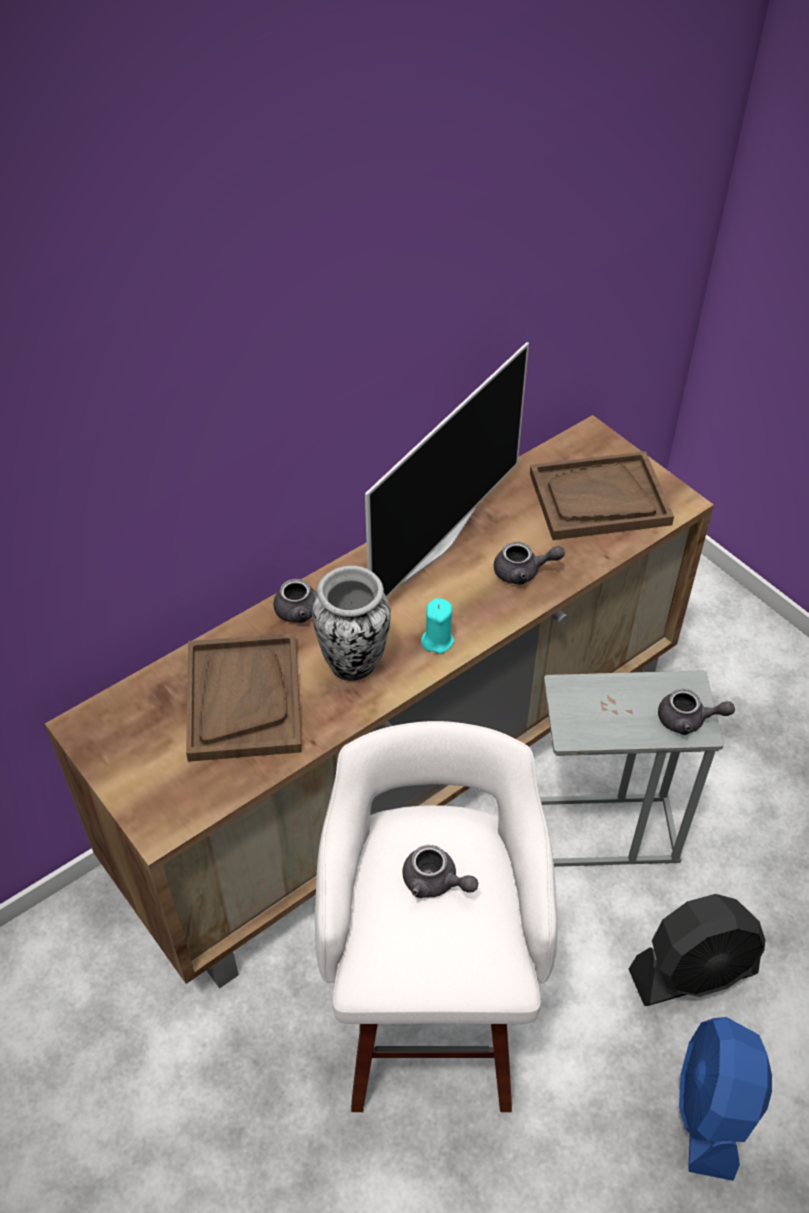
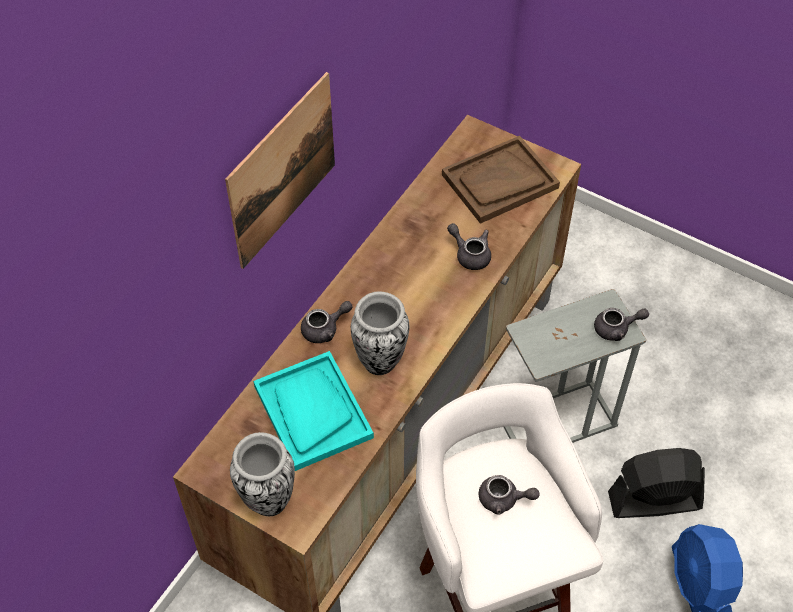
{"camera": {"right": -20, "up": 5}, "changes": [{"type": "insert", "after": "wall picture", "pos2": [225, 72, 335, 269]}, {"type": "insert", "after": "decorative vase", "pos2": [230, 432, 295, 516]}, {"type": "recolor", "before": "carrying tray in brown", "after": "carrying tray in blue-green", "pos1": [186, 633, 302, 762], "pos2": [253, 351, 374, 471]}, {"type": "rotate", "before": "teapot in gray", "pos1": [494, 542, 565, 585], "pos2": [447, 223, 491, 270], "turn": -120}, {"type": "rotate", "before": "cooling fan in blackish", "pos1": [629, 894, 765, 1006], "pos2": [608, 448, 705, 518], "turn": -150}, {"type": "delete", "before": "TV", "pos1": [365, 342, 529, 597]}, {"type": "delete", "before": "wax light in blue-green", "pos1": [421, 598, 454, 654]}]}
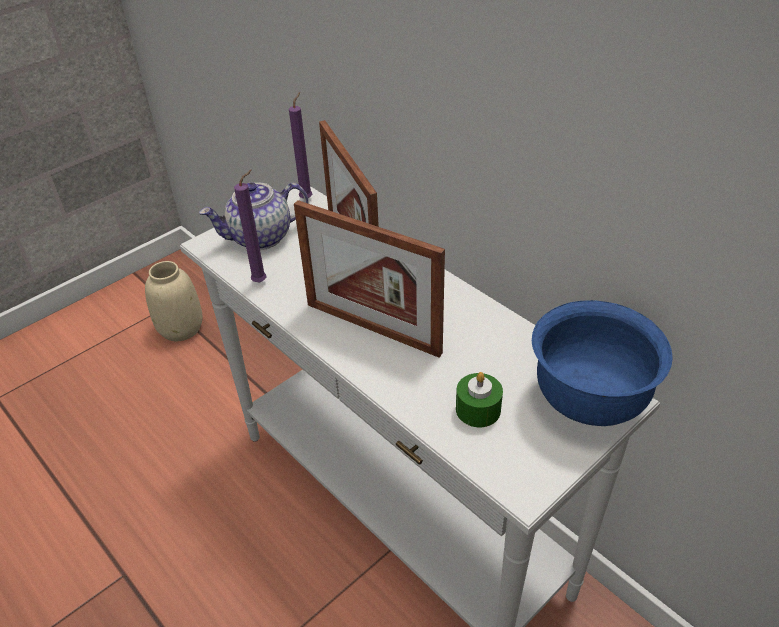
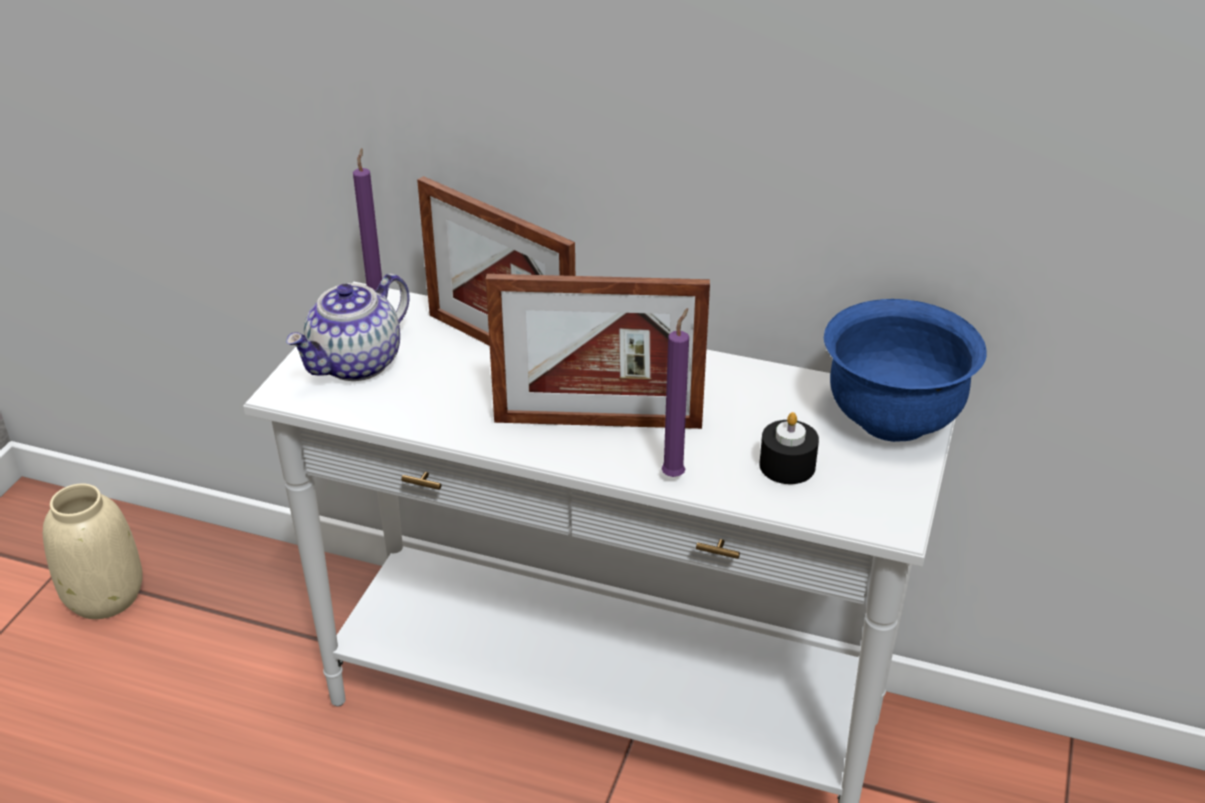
{"camera": {"right": -30, "up": -5}, "changes": [{"type": "move", "before": "wax light in purple-coloured", "pos1": [234, 169, 266, 282], "pos2": [661, 308, 689, 477]}, {"type": "recolor", "before": "wax light in green-coloured", "after": "wax light in blackish", "pos1": [456, 372, 503, 427], "pos2": [759, 412, 819, 484]}]}
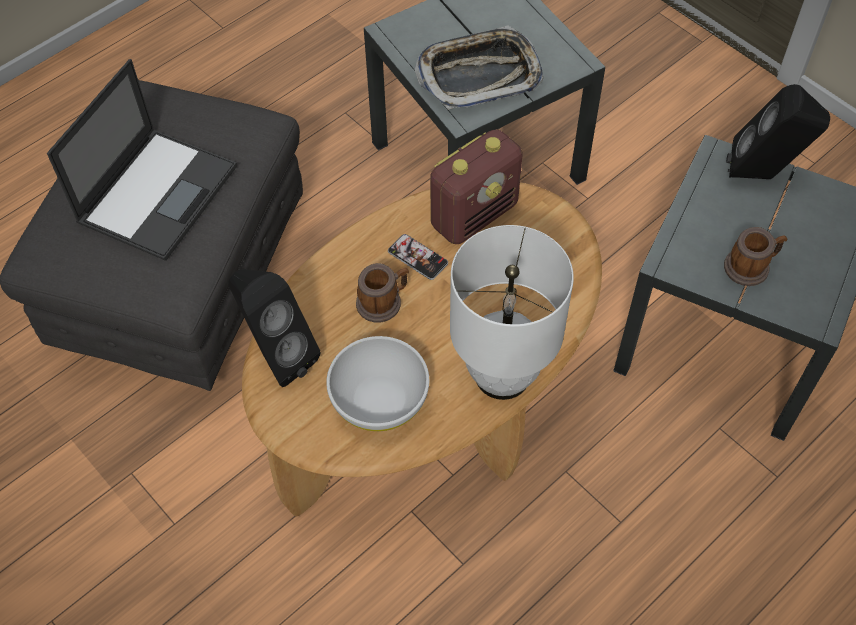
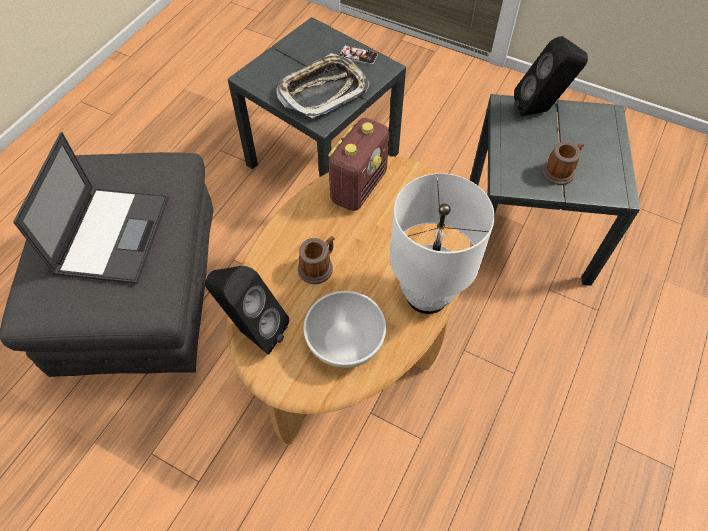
{"camera": {"right": -20, "up": 0}, "changes": [{"type": "move", "before": "phone", "pos1": [388, 234, 448, 280], "pos2": [339, 45, 378, 65]}]}
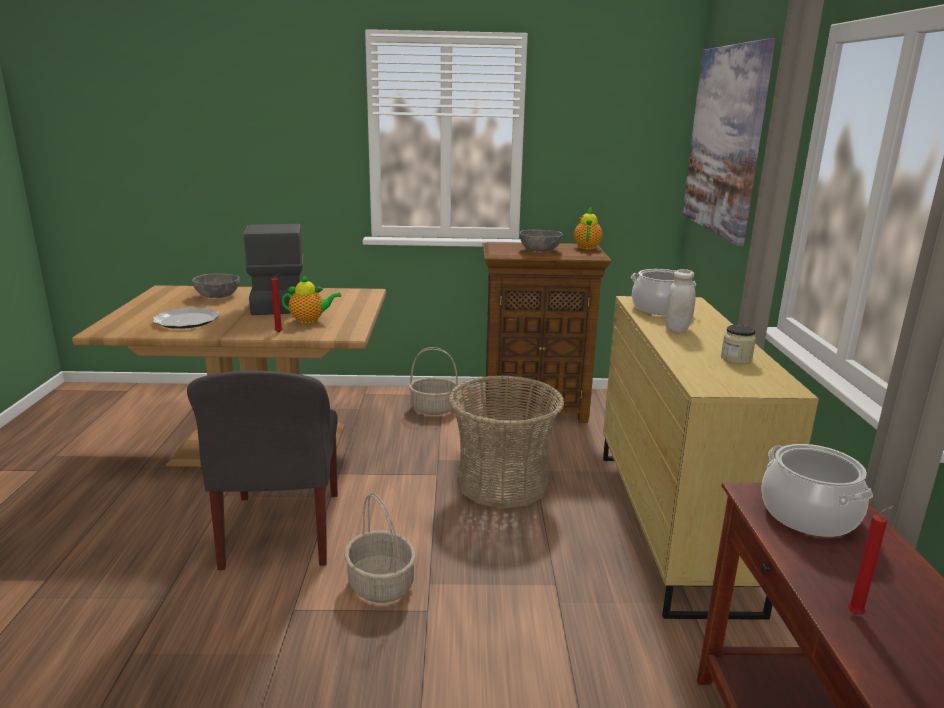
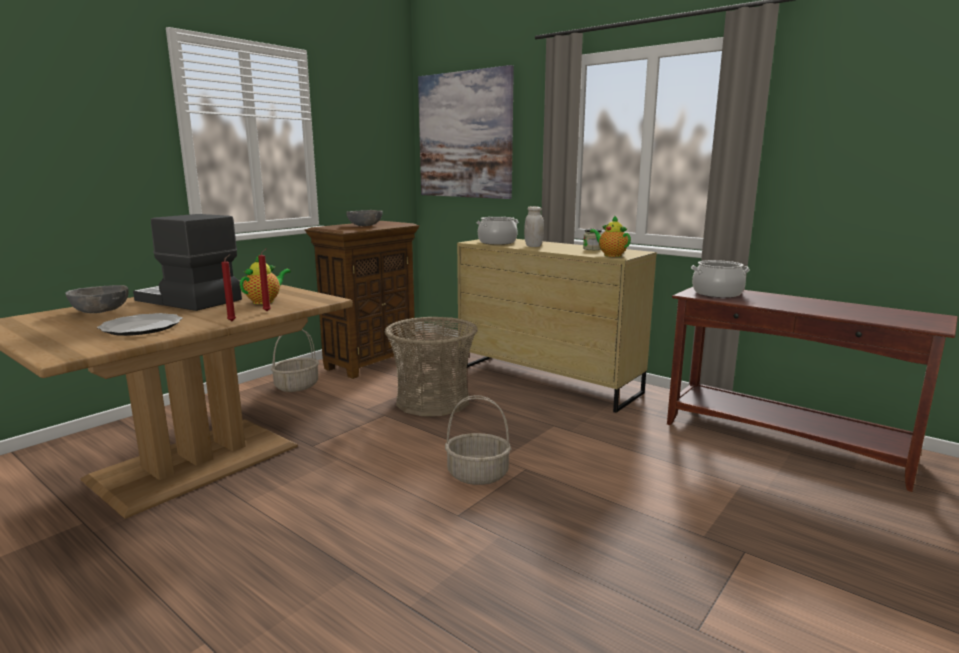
{"camera": {"right": -50, "up": -5}, "changes": [{"type": "move", "before": "wax light in red", "pos1": [848, 506, 895, 615], "pos2": [221, 254, 236, 321]}, {"type": "move", "before": "teapot", "pos1": [574, 207, 602, 249], "pos2": [590, 215, 631, 257]}, {"type": "delete", "before": "plain chair in gray", "pos1": [187, 371, 338, 570]}]}
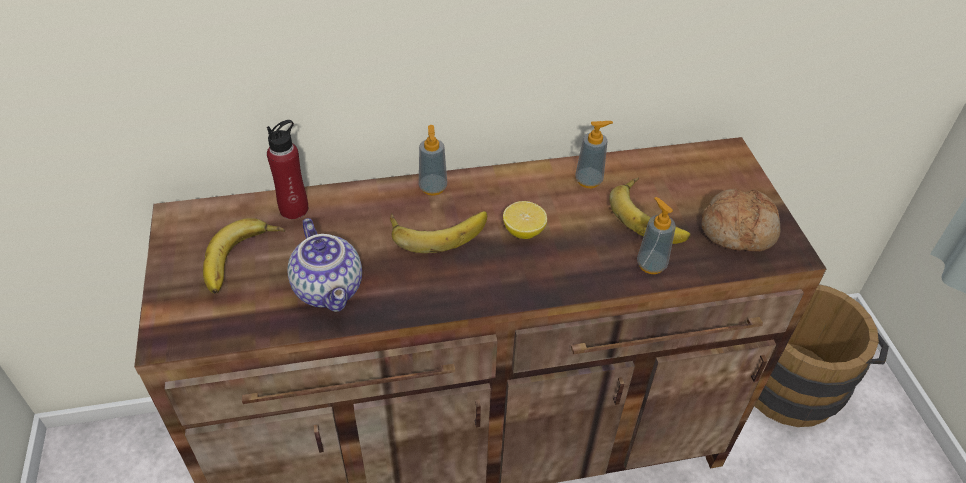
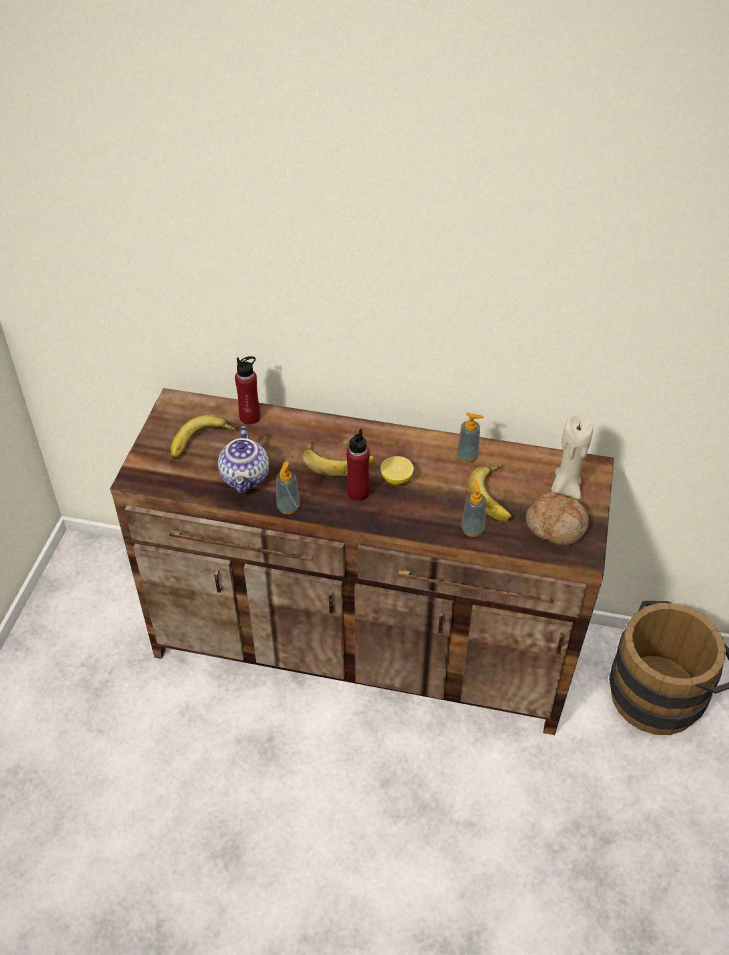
{"camera": {"right": 25, "up": 0}, "changes": [{"type": "move", "before": "liquid soap bottle", "pos1": [419, 125, 447, 196], "pos2": [276, 461, 300, 514]}, {"type": "insert", "after": "bottle in red", "pos2": [346, 429, 370, 501]}, {"type": "insert", "after": "wax light in beige-coloured", "pos2": [551, 414, 593, 500]}]}
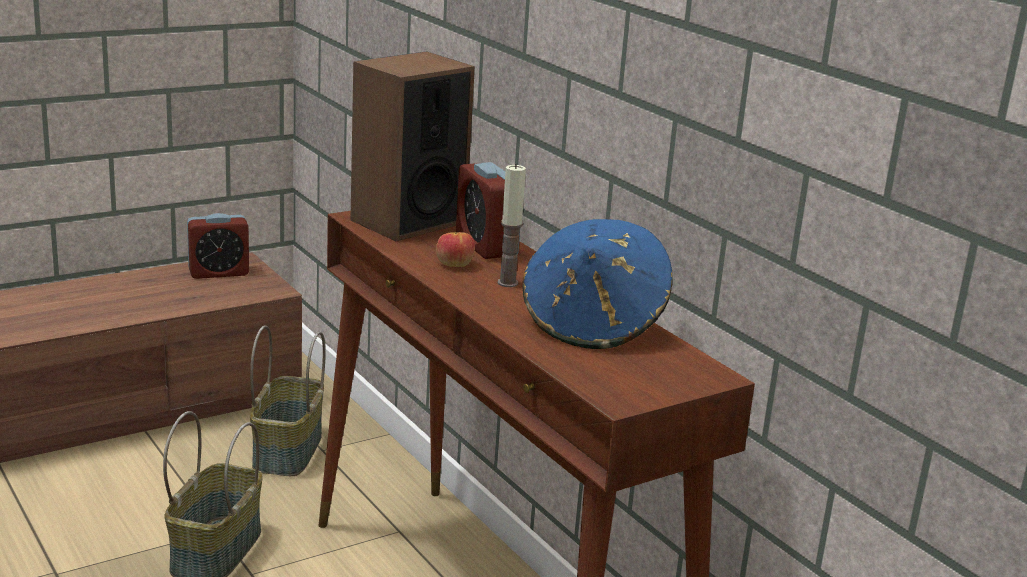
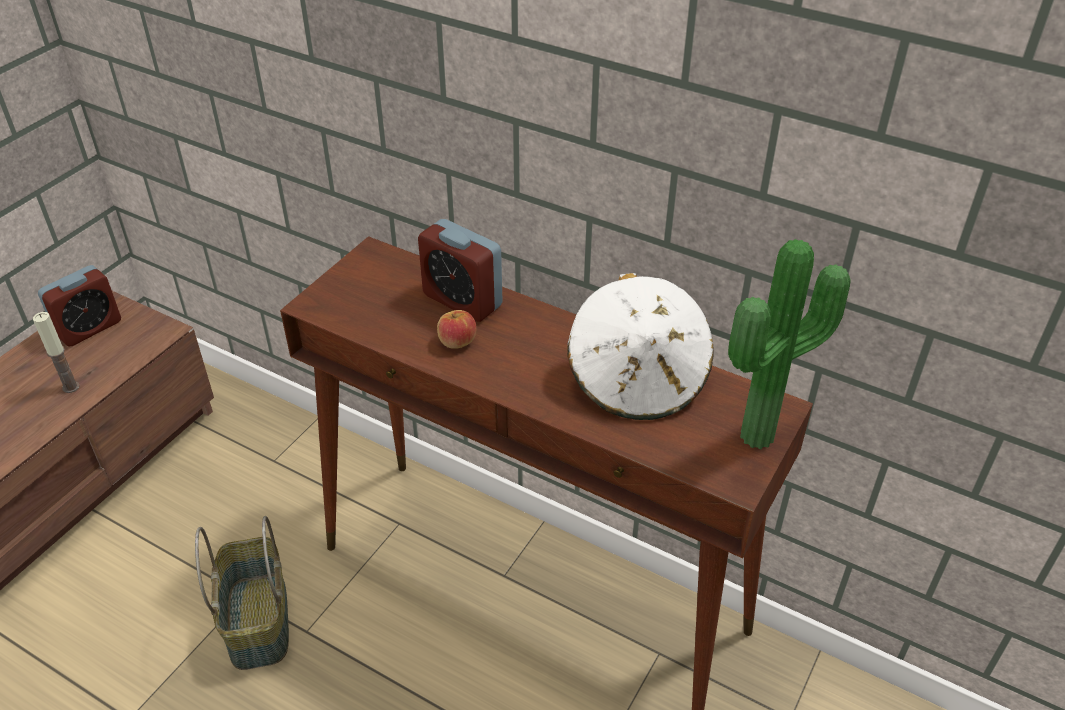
{"camera": {"right": -25, "up": 20}, "changes": [{"type": "move", "before": "wax light", "pos1": [497, 164, 526, 287], "pos2": [33, 312, 80, 393]}, {"type": "recolor", "before": "clothing hat in blue-coloured", "after": "clothing hat in white-coloured", "pos1": [522, 219, 673, 349], "pos2": [567, 273, 714, 420]}, {"type": "insert", "after": "houseplant", "pos2": [728, 239, 851, 449]}, {"type": "delete", "before": "household basket", "pos1": [250, 326, 326, 476]}, {"type": "delete", "before": "audio speaker", "pos1": [351, 51, 475, 241]}]}
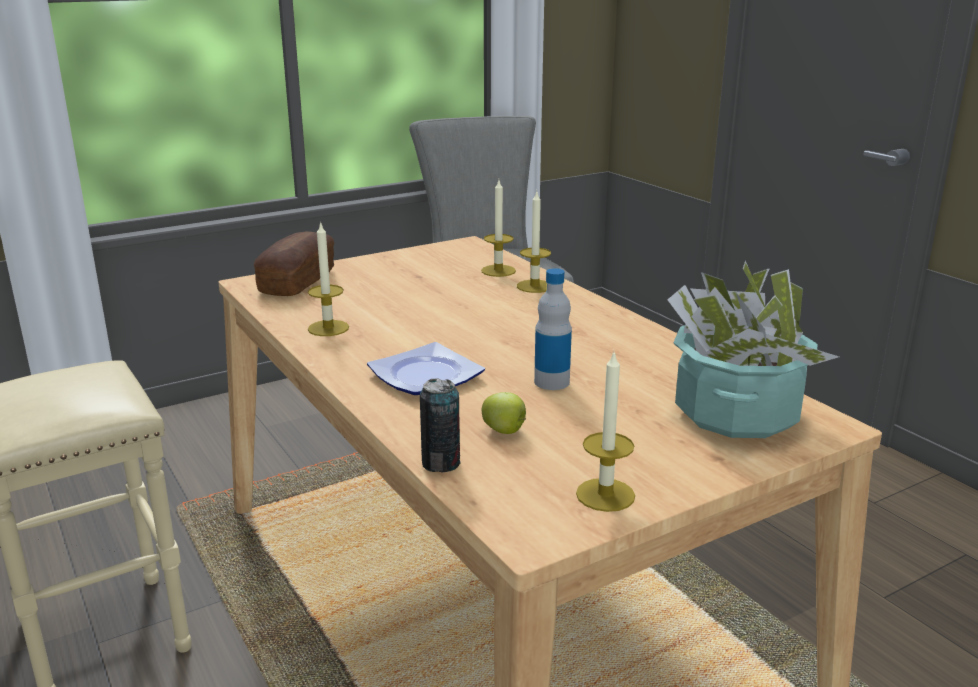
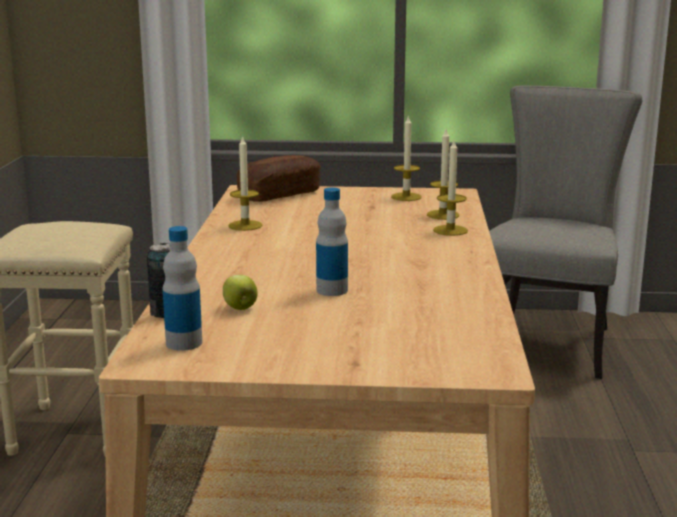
{"camera": {"right": 35, "up": -5}, "changes": [{"type": "insert", "after": "bottle", "pos2": [163, 226, 202, 351]}, {"type": "move", "before": "wax light", "pos1": [576, 353, 635, 512], "pos2": [391, 116, 422, 201]}, {"type": "delete", "before": "flat dish", "pos1": [367, 342, 485, 395]}, {"type": "delete", "before": "houseplant", "pos1": [668, 261, 839, 438]}]}
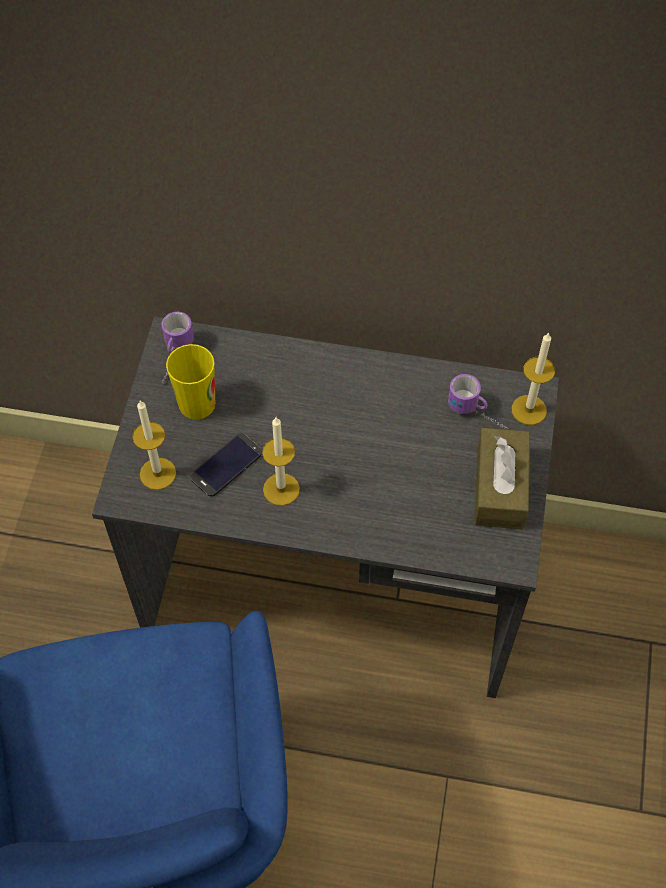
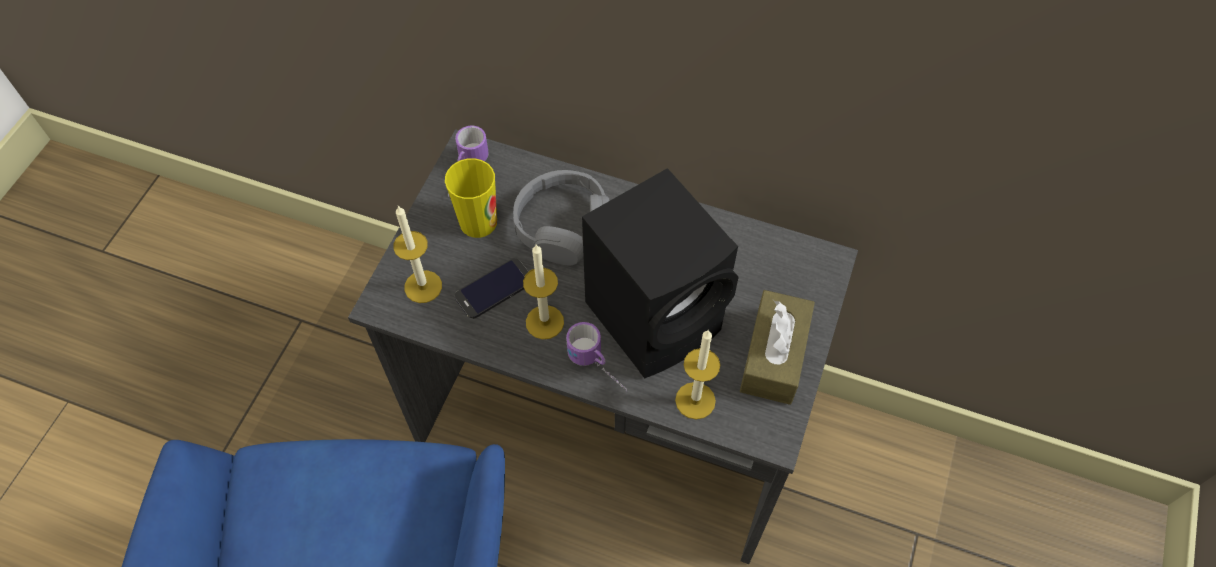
{"camera": {"right": 10, "up": 0}, "changes": [{"type": "insert", "after": "headphones in gray", "pos2": [513, 170, 609, 266]}, {"type": "move", "before": "tea mug", "pos1": [448, 374, 508, 430], "pos2": [566, 322, 627, 391]}, {"type": "insert", "after": "audio speaker in blackish", "pos2": [582, 168, 739, 379]}, {"type": "move", "before": "wax light", "pos1": [512, 332, 555, 425], "pos2": [675, 330, 720, 419]}]}
